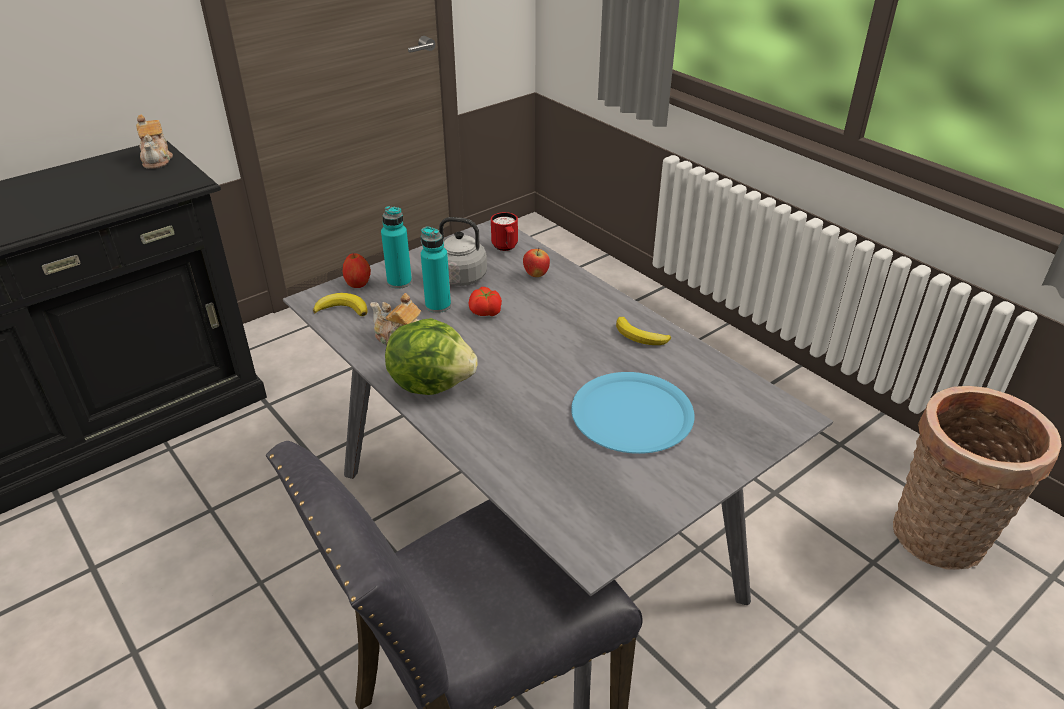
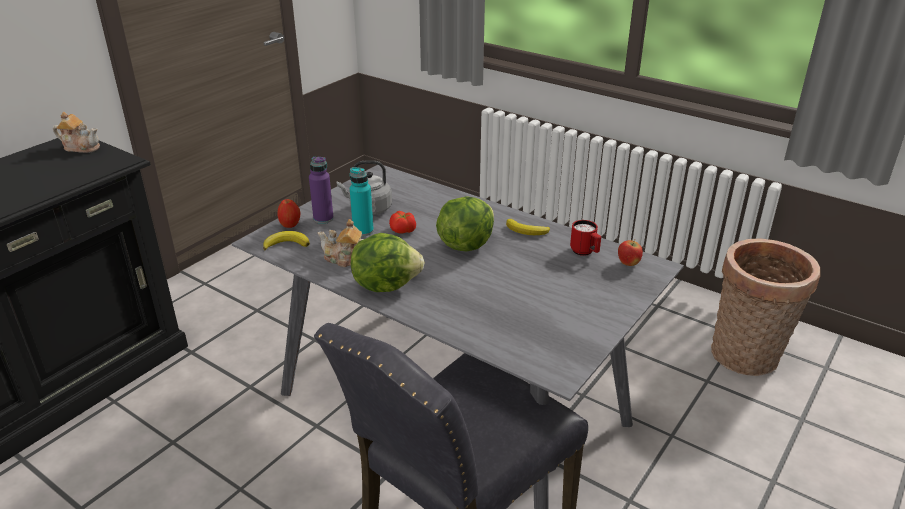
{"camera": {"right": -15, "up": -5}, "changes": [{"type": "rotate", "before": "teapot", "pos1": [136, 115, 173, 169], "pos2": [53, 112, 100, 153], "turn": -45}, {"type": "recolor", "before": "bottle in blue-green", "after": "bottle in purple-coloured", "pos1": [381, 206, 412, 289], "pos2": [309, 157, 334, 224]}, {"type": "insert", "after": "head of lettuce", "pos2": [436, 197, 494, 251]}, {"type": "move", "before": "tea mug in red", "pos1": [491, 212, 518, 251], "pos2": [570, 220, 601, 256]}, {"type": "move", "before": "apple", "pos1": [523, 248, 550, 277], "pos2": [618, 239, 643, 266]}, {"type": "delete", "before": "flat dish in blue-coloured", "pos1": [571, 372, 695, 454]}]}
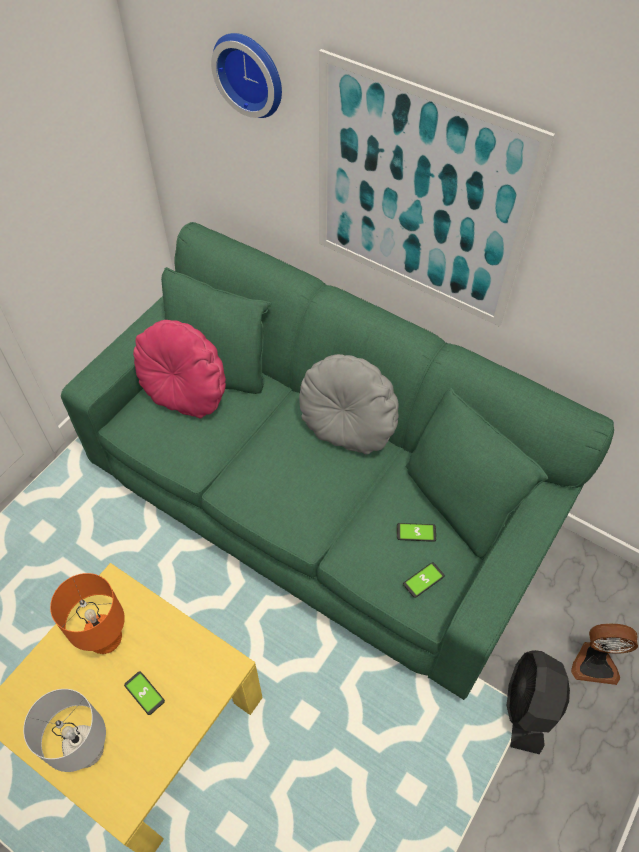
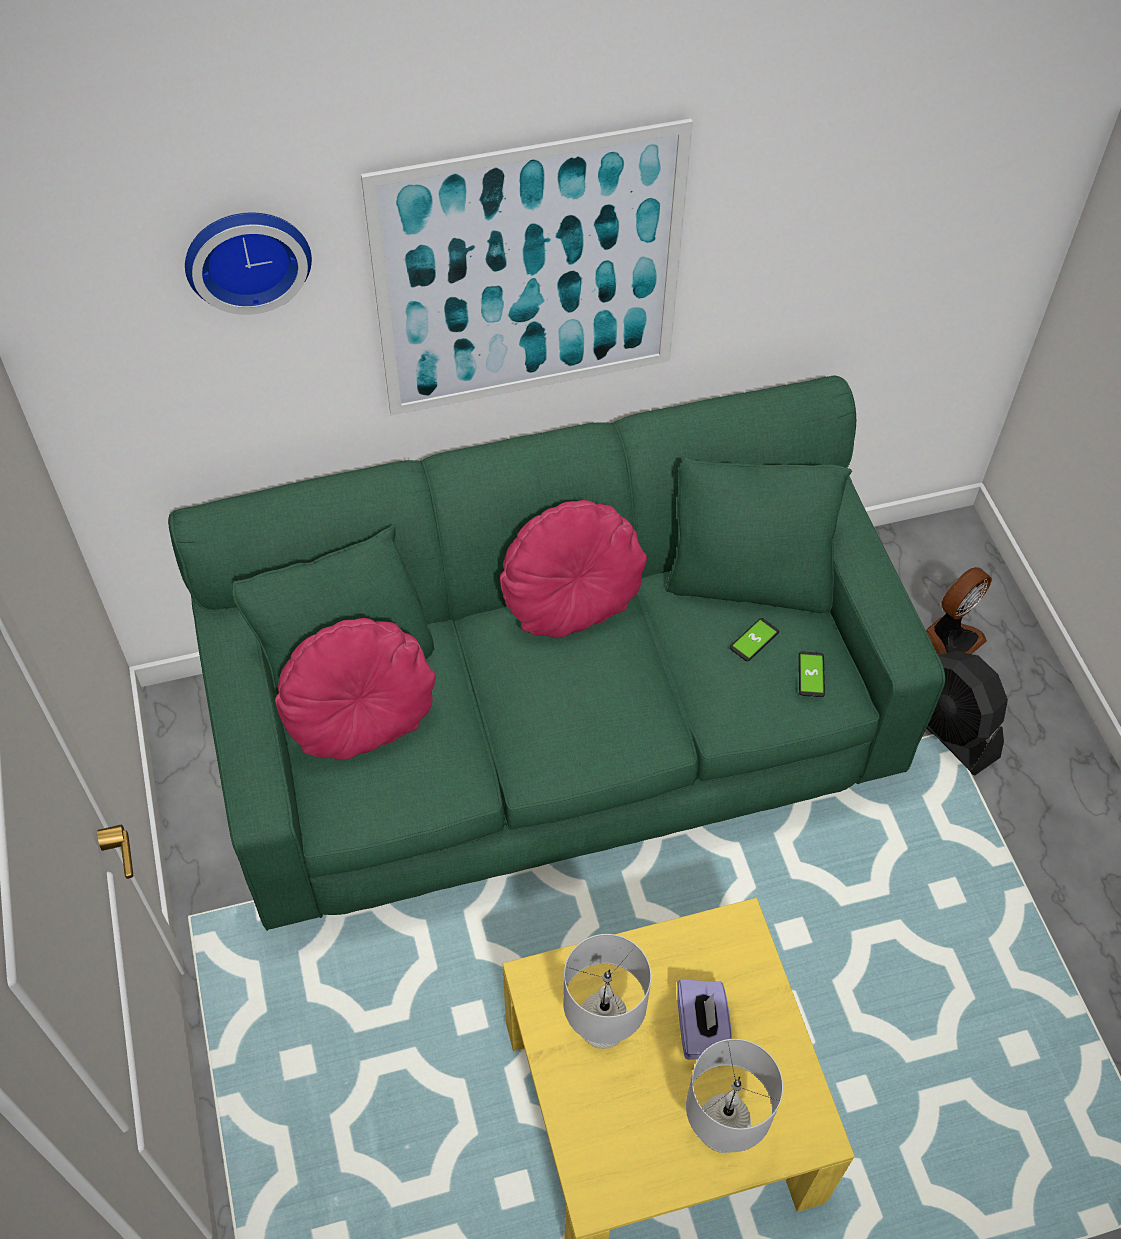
{"camera": {"right": -50, "up": 0}, "changes": [{"type": "recolor", "before": "throw pillow in gray", "after": "throw pillow in pinkish", "pos1": [299, 354, 399, 455], "pos2": [500, 500, 647, 638]}, {"type": "recolor", "before": "lamp for a table in orangey", "after": "lamp for a table in gray", "pos1": [50, 573, 125, 654], "pos2": [563, 934, 651, 1049]}, {"type": "replace", "before": "phone", "after": "box of tissues in purple-coloured", "pos1": [124, 671, 165, 715], "pos2": [677, 980, 732, 1060]}]}
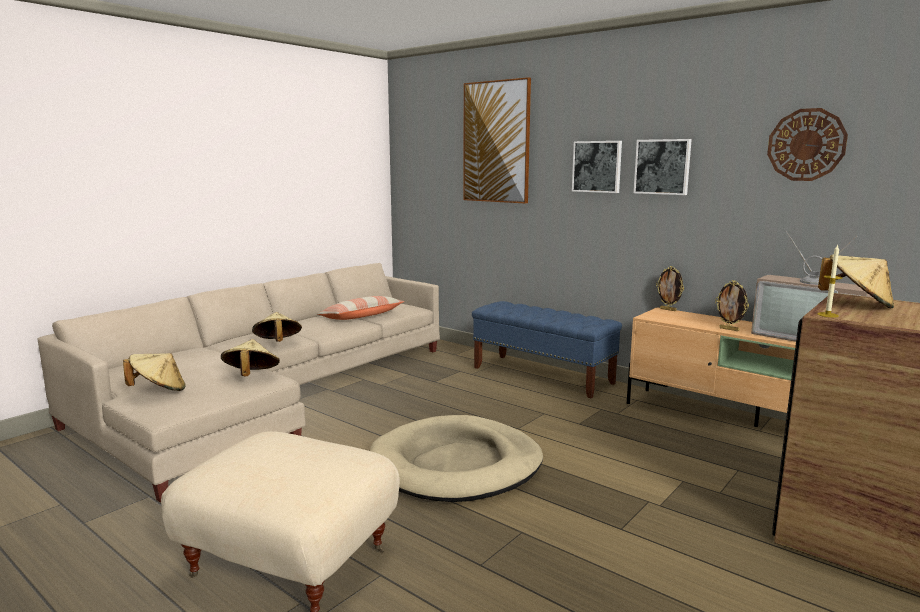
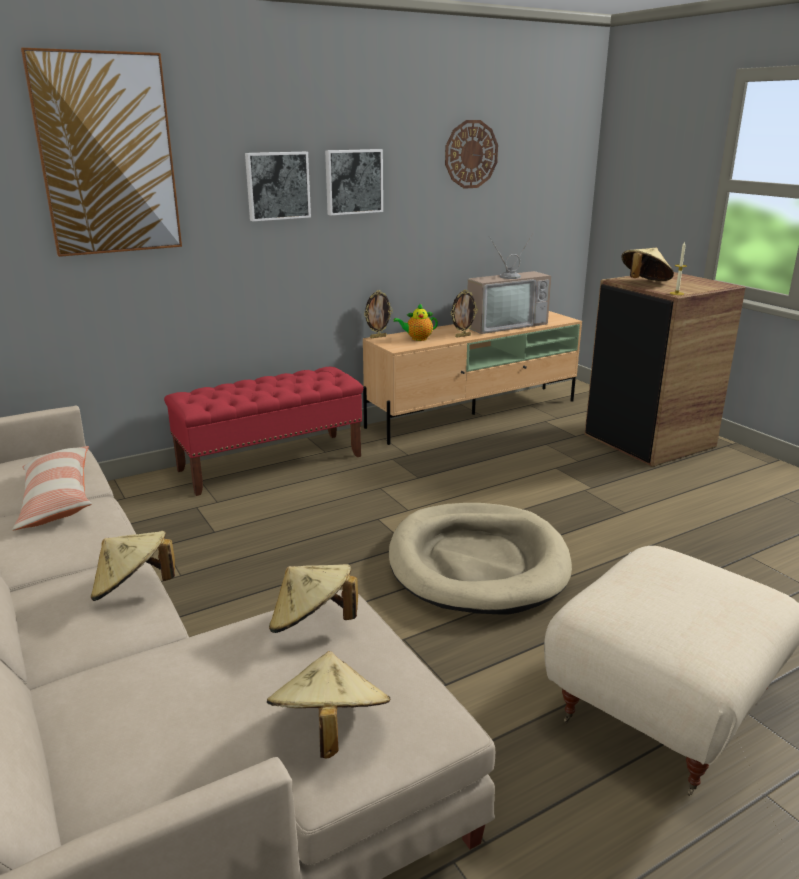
{"camera": {"right": -70, "up": 10}, "changes": [{"type": "recolor", "before": "bench in blue-coloured", "after": "bench in red", "pos1": [472, 301, 622, 398], "pos2": [164, 367, 363, 496]}, {"type": "insert", "after": "teapot", "pos2": [393, 303, 438, 341]}]}
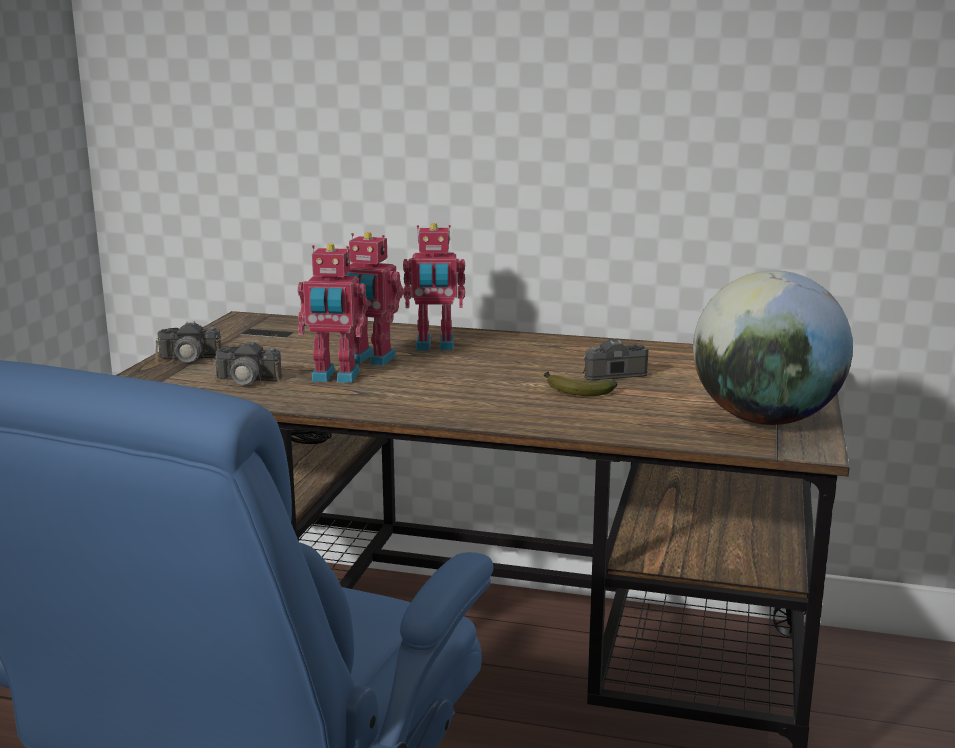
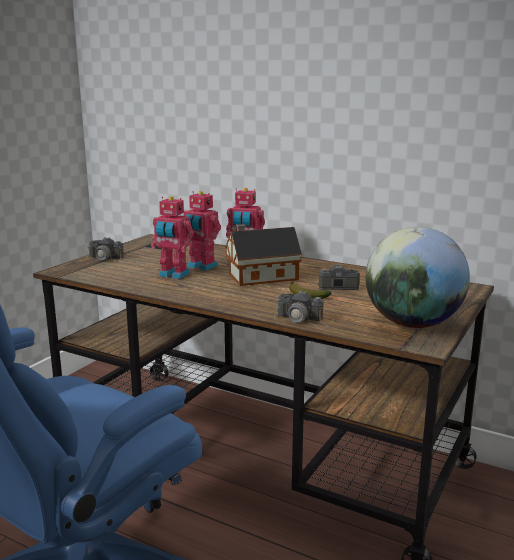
{"camera": {"right": 15, "up": 0}, "changes": [{"type": "insert", "after": "miniature house", "pos2": [225, 224, 302, 286]}, {"type": "move", "before": "still camera", "pos1": [211, 341, 290, 389], "pos2": [274, 291, 329, 328]}]}
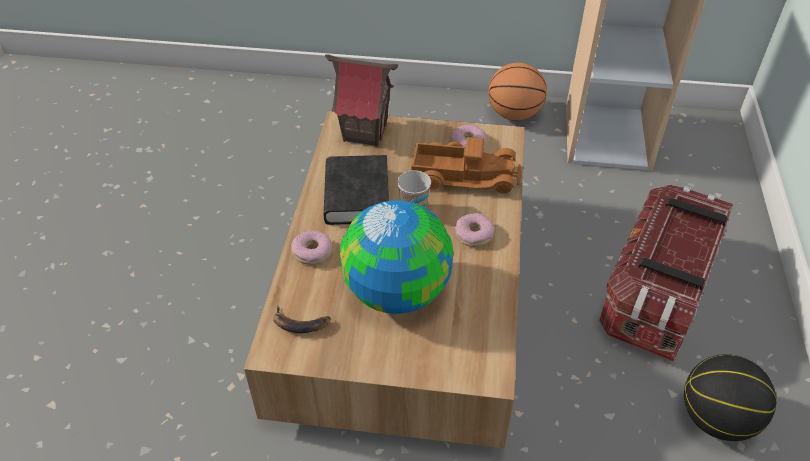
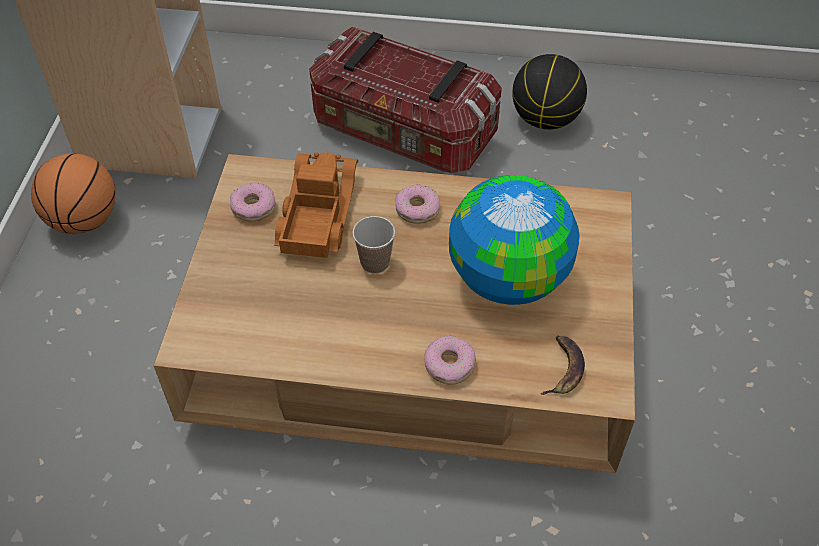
{"camera": {"right": -90, "up": 5}, "changes": [{"type": "delete", "before": "bound book in blackish", "pos1": [324, 155, 389, 225]}, {"type": "delete", "before": "miniature house", "pos1": [325, 55, 398, 147]}]}
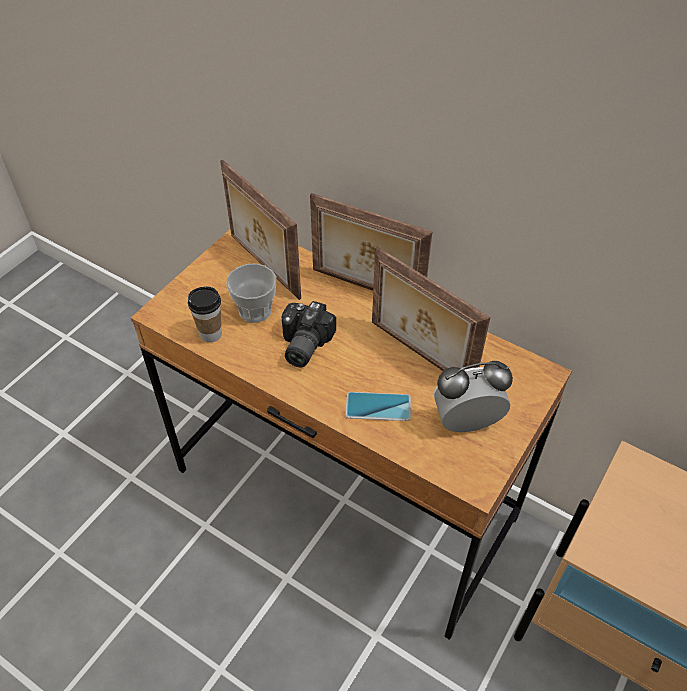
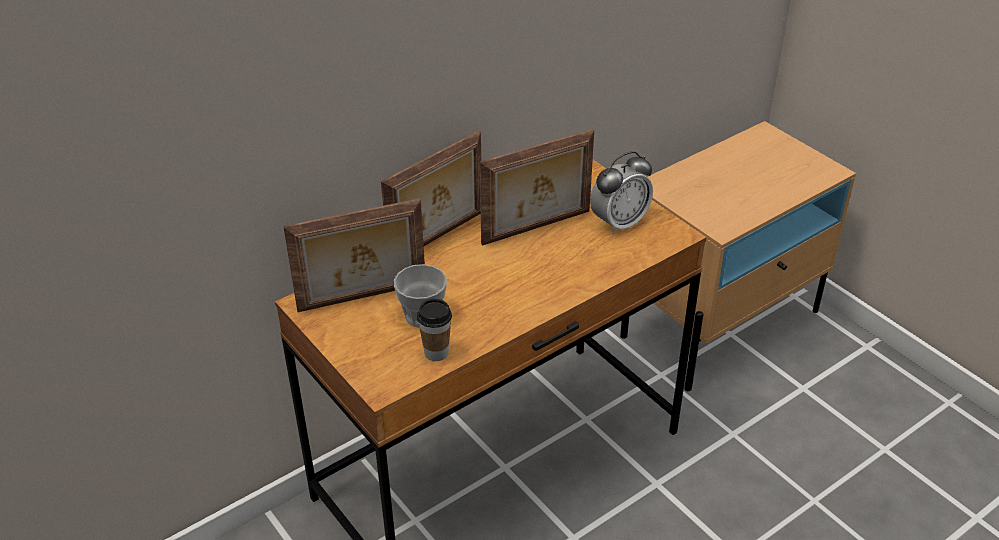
{"camera": {"right": -70, "up": -10}, "changes": [{"type": "rotate", "before": "table clock", "pos1": [434, 361, 513, 432], "pos2": [590, 151, 653, 235], "turn": -135}, {"type": "delete", "before": "still camera", "pos1": [282, 301, 336, 367]}, {"type": "delete", "before": "phone", "pos1": [345, 392, 411, 421]}]}
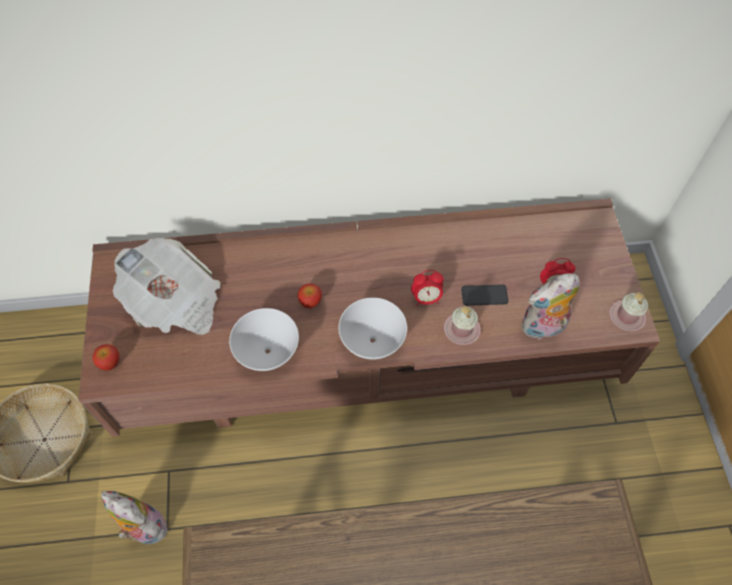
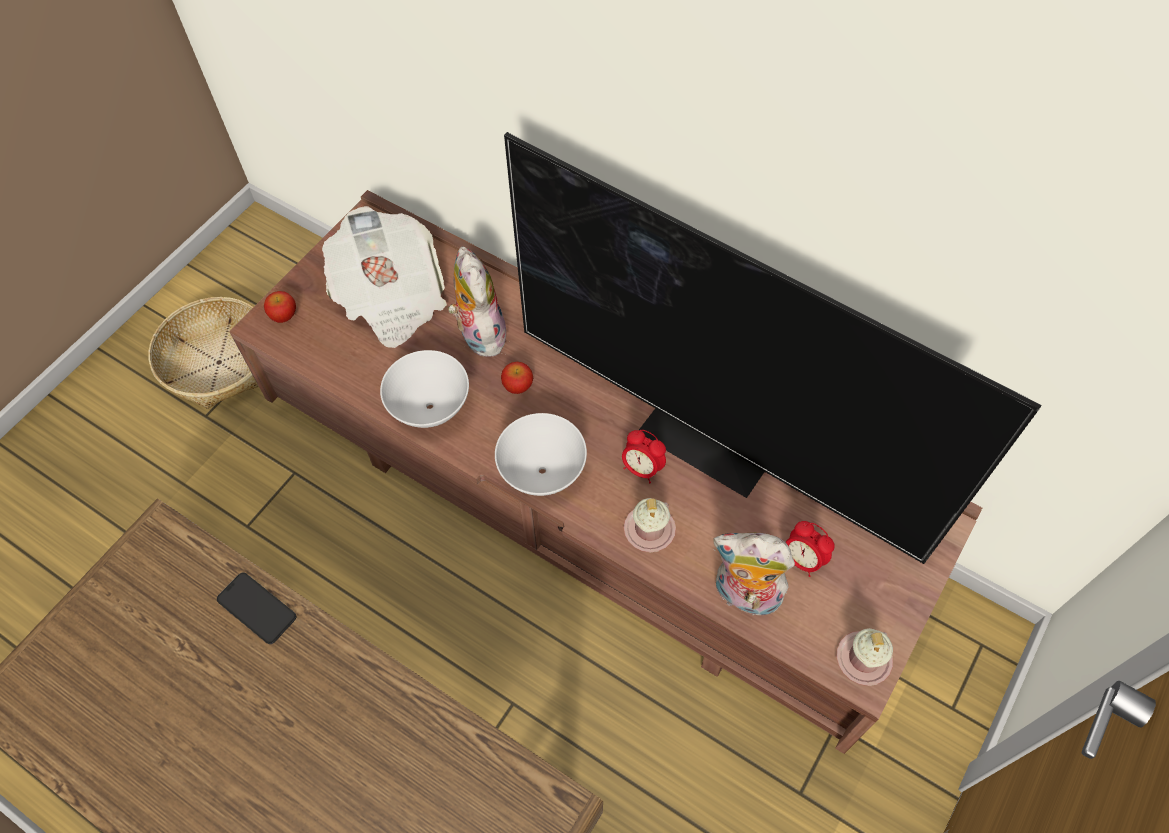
{"camera": {"right": 40, "up": 0}, "changes": [{"type": "move", "before": "phone", "pos1": [461, 285, 508, 306], "pos2": [217, 572, 296, 644]}, {"type": "move", "before": "cuddly toy", "pos1": [101, 491, 167, 545], "pos2": [448, 246, 507, 357]}, {"type": "insert", "after": "TV", "pos2": [504, 132, 1041, 564]}]}
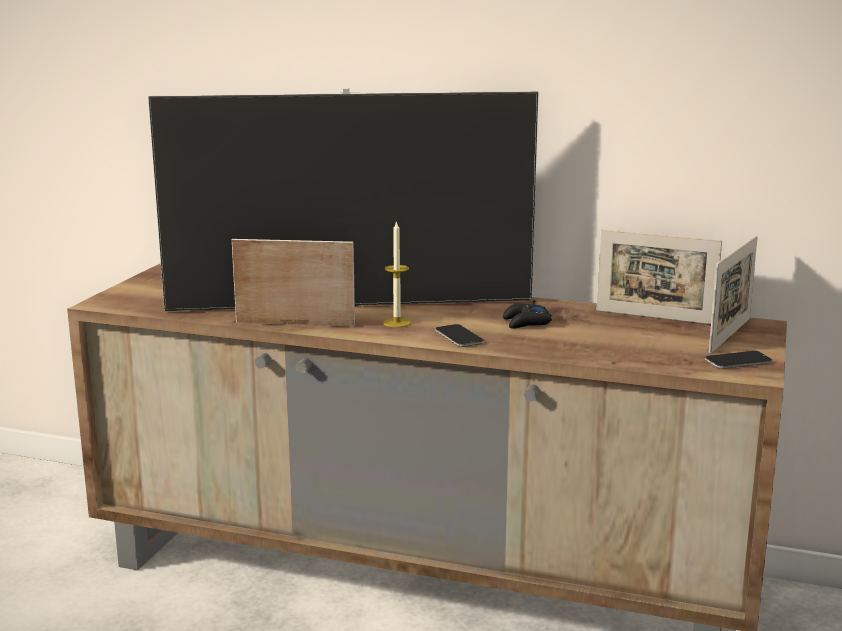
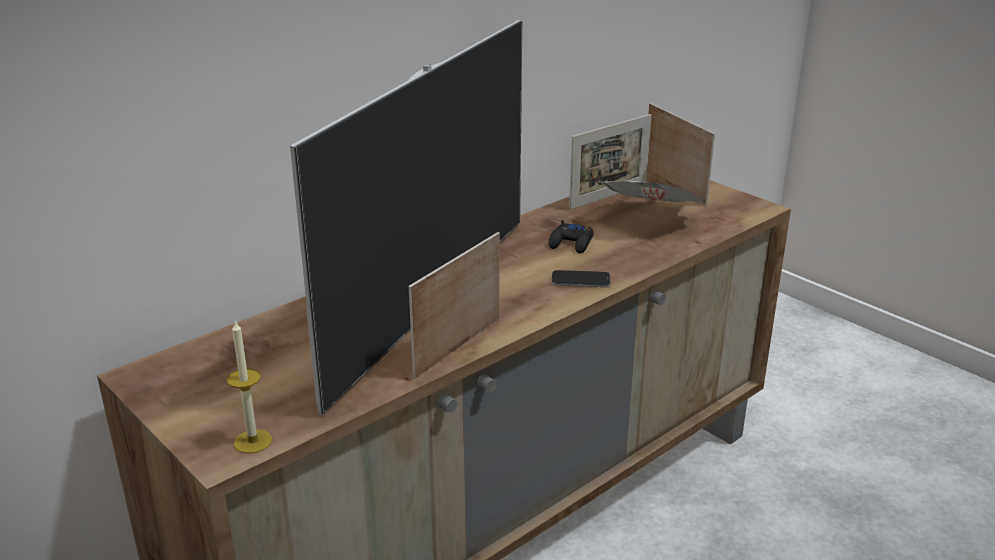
{"camera": {"right": -60, "up": 10}, "changes": [{"type": "move", "before": "wax light", "pos1": [383, 221, 411, 327], "pos2": [227, 320, 272, 454]}, {"type": "insert", "after": "printed paper", "pos2": [597, 181, 705, 203]}, {"type": "delete", "before": "phone", "pos1": [705, 351, 772, 369]}]}
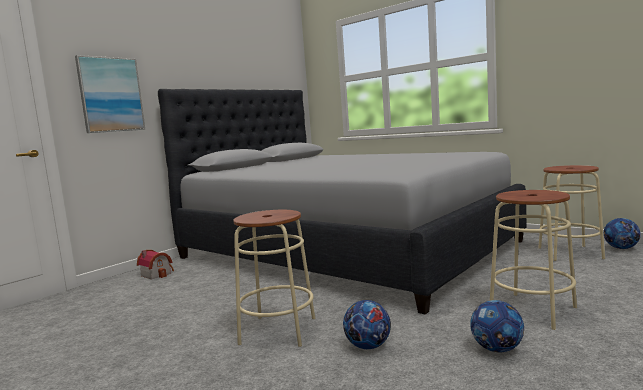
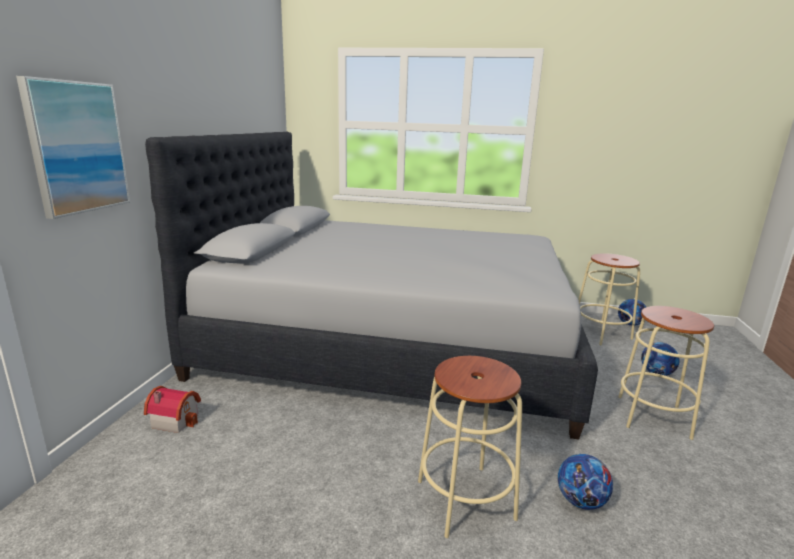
{"camera": {"right": -30, "up": 10}, "changes": [{"type": "move", "before": "ball for football", "pos1": [470, 300, 524, 352], "pos2": [641, 342, 680, 376]}]}
